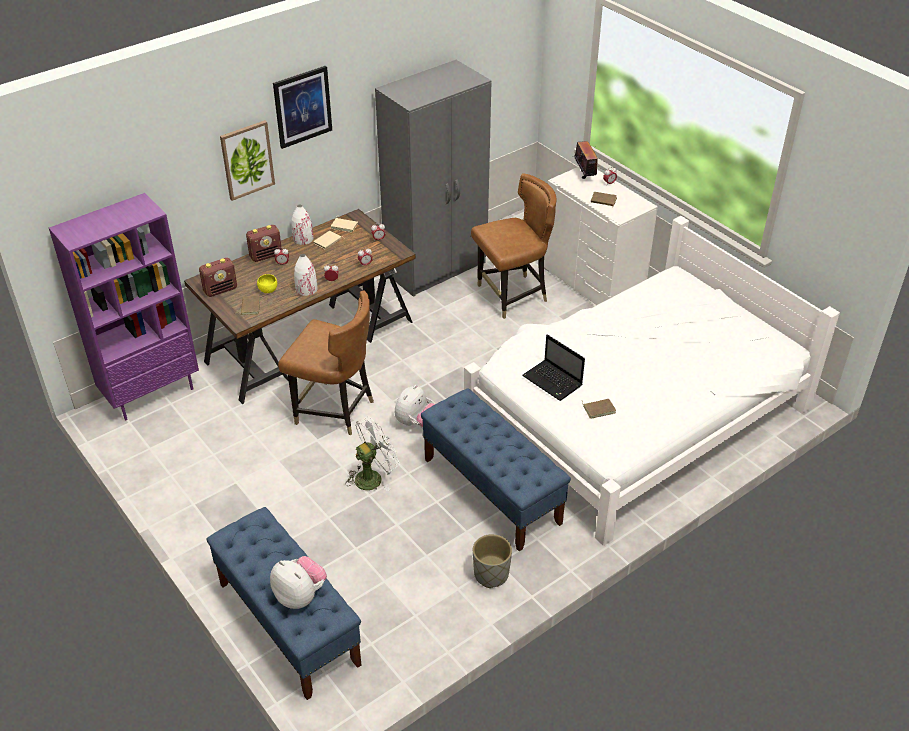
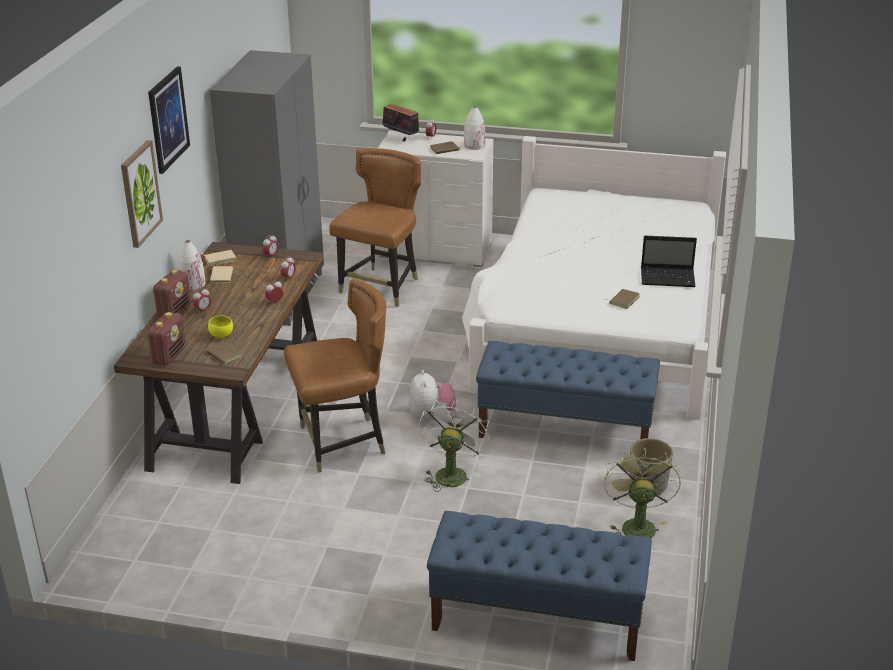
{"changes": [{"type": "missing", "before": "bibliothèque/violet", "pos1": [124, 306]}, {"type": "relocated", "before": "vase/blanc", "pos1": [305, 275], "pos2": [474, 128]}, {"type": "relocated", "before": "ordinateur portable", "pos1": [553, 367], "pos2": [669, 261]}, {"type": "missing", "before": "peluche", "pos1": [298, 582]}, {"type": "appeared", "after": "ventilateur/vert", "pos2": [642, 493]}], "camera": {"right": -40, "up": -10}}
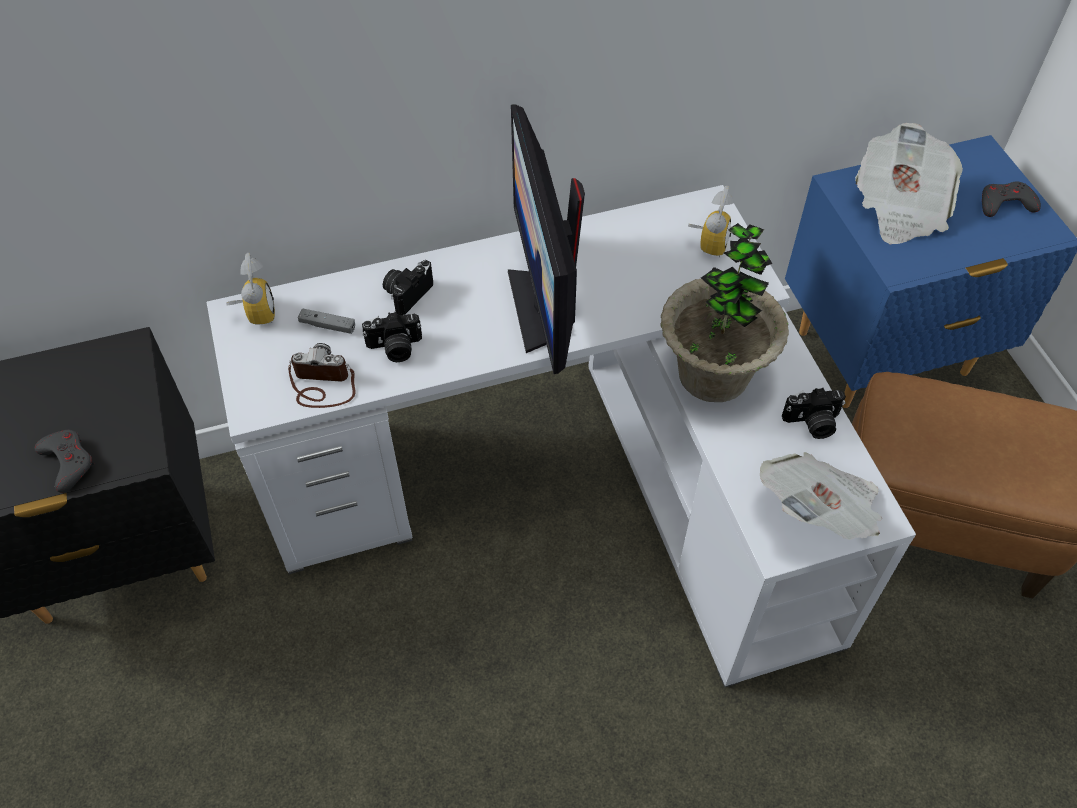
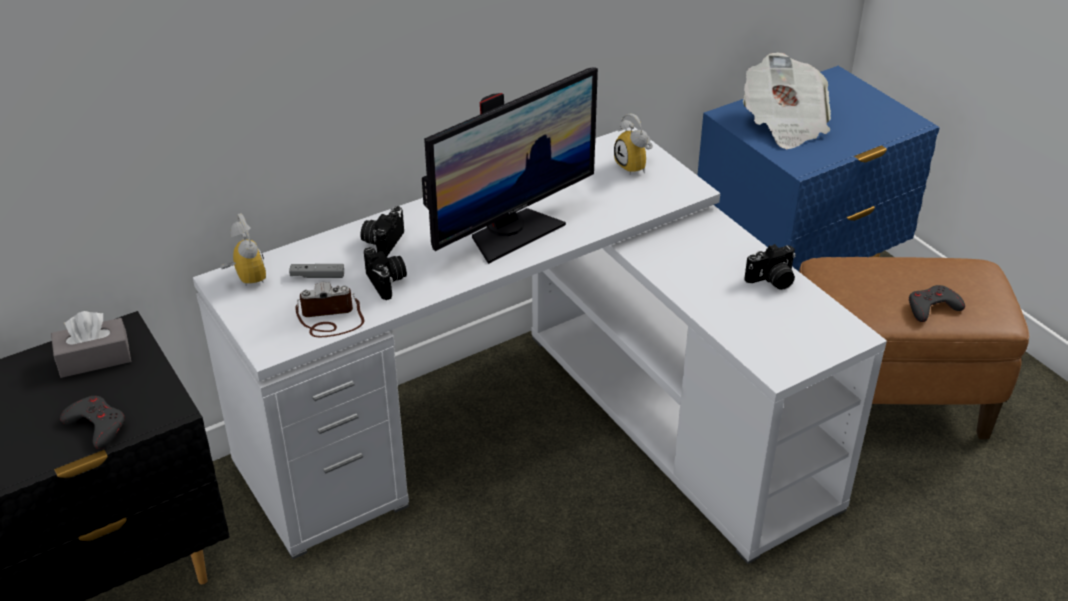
{"changes": [{"type": "spun", "before": "écran d'ordinateur", "pos1": [546, 239], "pos2": [510, 165], "turn": -105}, {"type": "relocated", "before": "manette/gris", "pos1": [1011, 199], "pos2": [937, 303]}, {"type": "spun", "before": "réveil", "pos1": [711, 221], "pos2": [633, 144], "turn": 150}, {"type": "missing", "before": "plante en pot", "pos1": [724, 312]}, {"type": "spun", "before": "appareil photo", "pos1": [392, 337], "pos2": [385, 273], "turn": -90}, {"type": "missing", "before": "journal", "pos1": [821, 496]}, {"type": "appeared", "after": "boîte à mouchoirs/gris", "pos2": [91, 344]}], "camera": {"right": -15, "up": -15}}
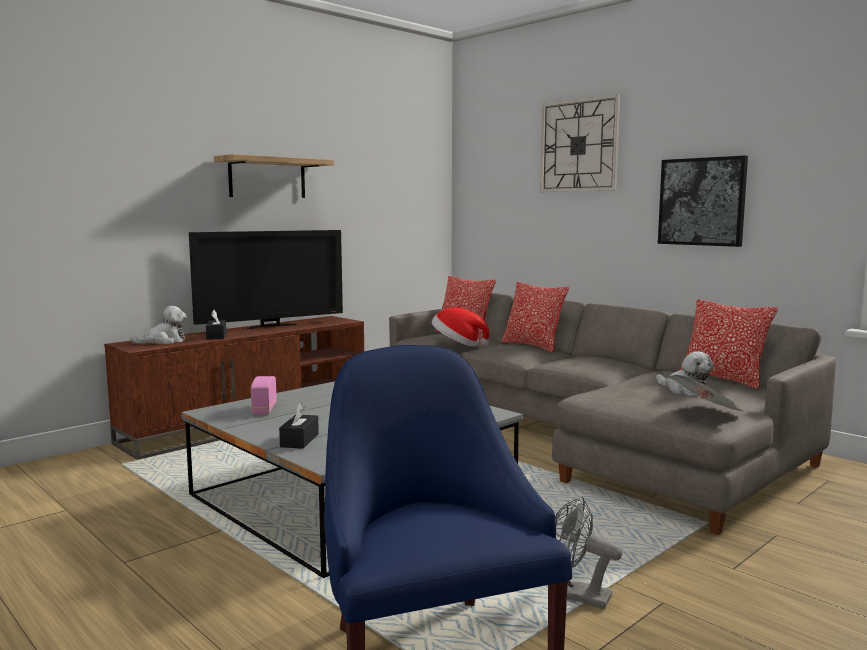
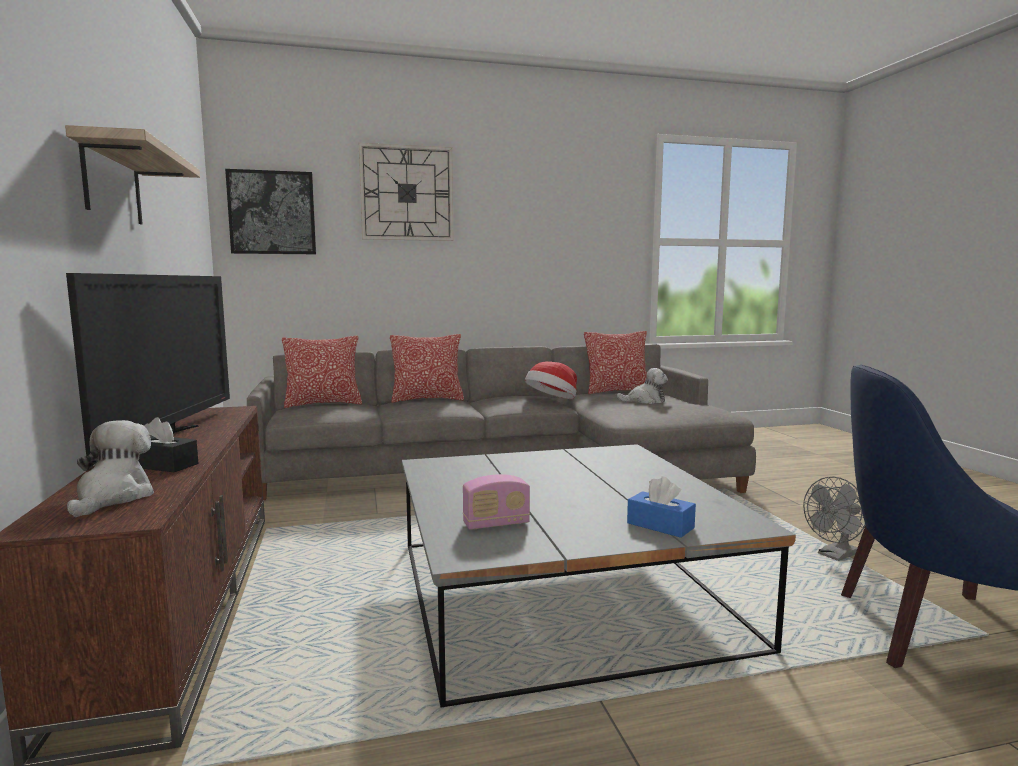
{"changes": [{"type": "relocated", "before": "tableau", "pos1": [703, 201], "pos2": [270, 211]}, {"type": "relocated", "before": "chapeau", "pos1": [460, 327], "pos2": [551, 380]}, {"type": "missing", "before": "journal", "pos1": [705, 393]}, {"type": "spun", "before": "radio", "pos1": [264, 395], "pos2": [496, 502], "turn": -45}, {"type": "colour", "before": "boîte à mouchoirs/noir", "after": "boîte à mouchoirs/bleu", "pos1": [299, 425], "pos2": [661, 507]}], "camera": {"right": -60, "up": 0}}
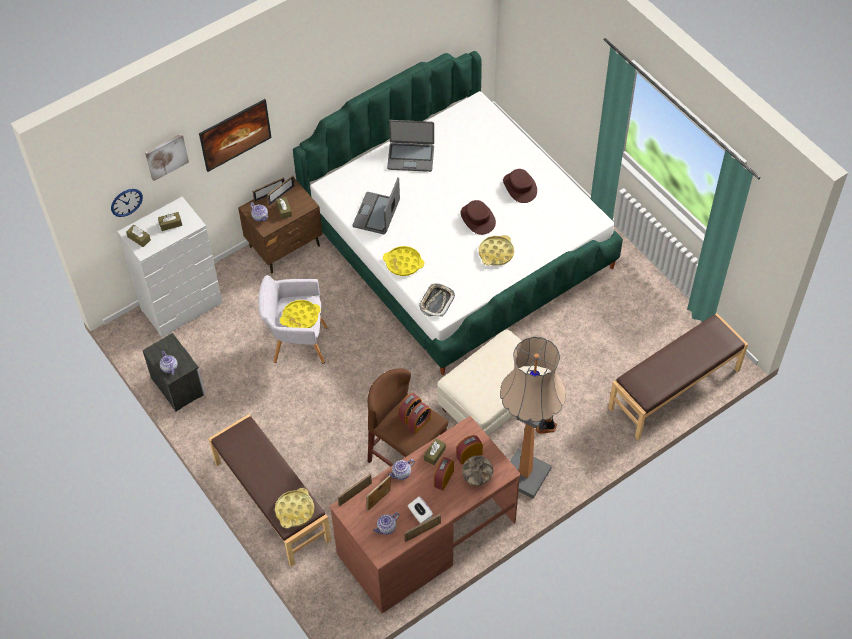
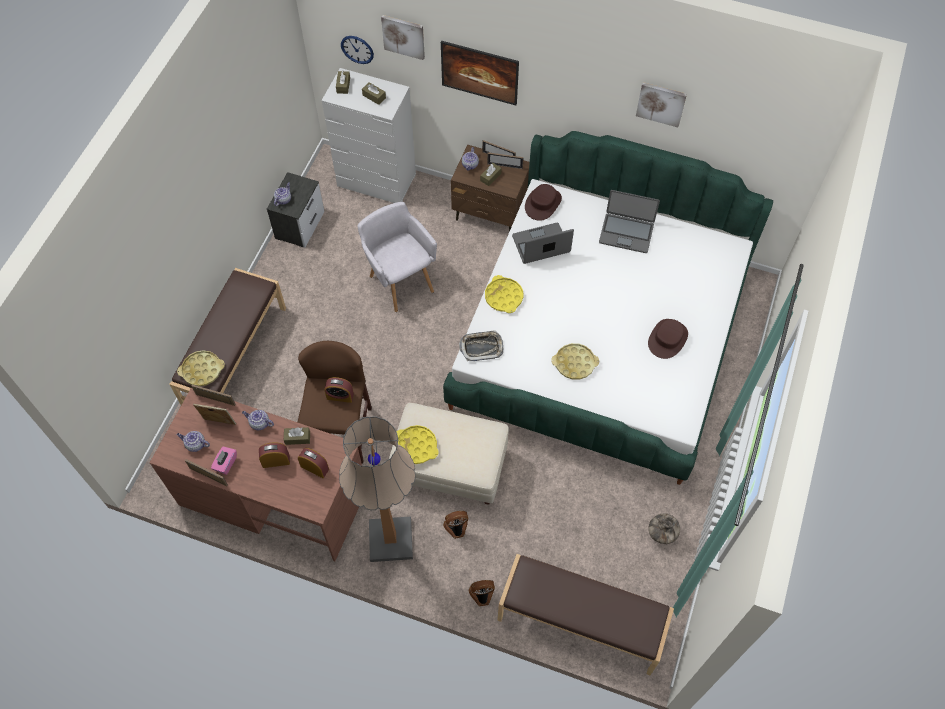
{"changes": [{"type": "spun", "before": "ordinateur portable", "pos1": [410, 146], "pos2": [629, 221], "turn": -45}, {"type": "relocated", "before": "chapeau/marron", "pos1": [478, 217], "pos2": [543, 202]}, {"type": "relocated", "before": "plateau/jaune", "pos1": [300, 314], "pos2": [418, 444]}, {"type": "missing", "before": "réveil", "pos1": [419, 418]}, {"type": "relocated", "before": "vase", "pos1": [477, 470], "pos2": [664, 529]}, {"type": "colour", "before": "boîte à mouchoirs/blanc", "after": "boîte à mouchoirs/rose", "pos1": [420, 510], "pos2": [224, 461]}, {"type": "appeared", "after": "tableau", "pos2": [661, 104]}, {"type": "appeared", "after": "ventilateur", "pos2": [482, 593]}], "camera": {"right": 55, "up": 5}}
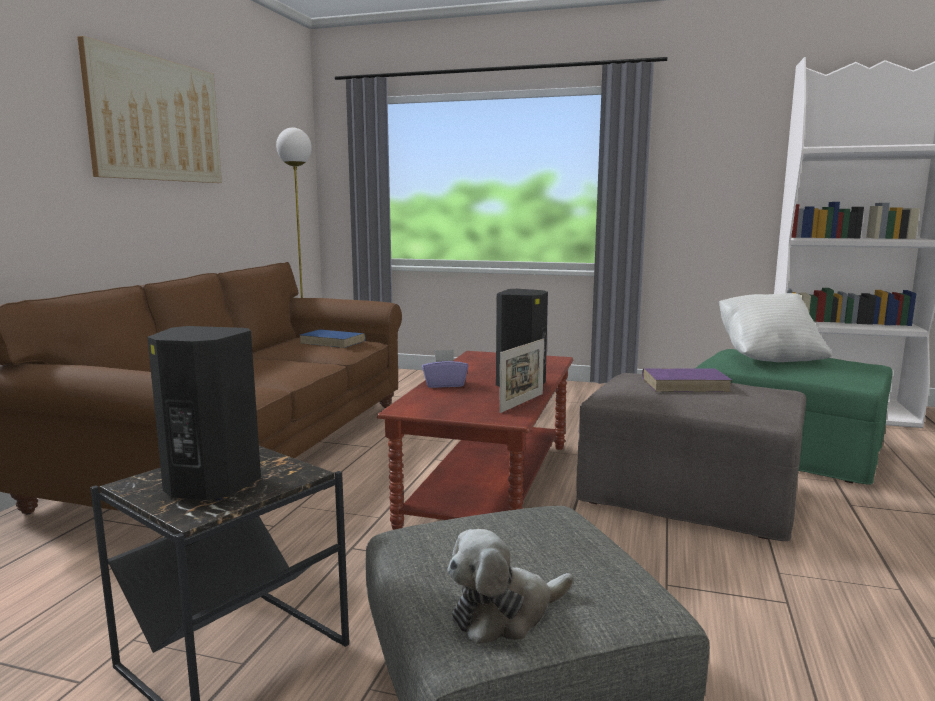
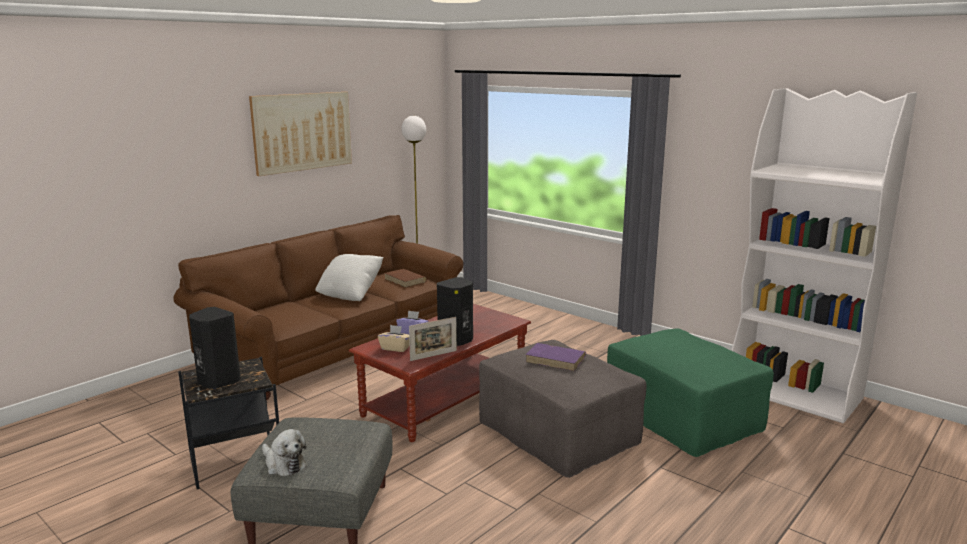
{"changes": [{"type": "relocated", "before": "coussin/blanc", "pos1": [775, 327], "pos2": [349, 277]}, {"type": "colour", "before": "livre/bleu", "after": "livre/marron", "pos1": [333, 338], "pos2": [405, 278]}, {"type": "spun", "before": "peluche", "pos1": [510, 586], "pos2": [284, 452], "turn": -135}, {"type": "appeared", "after": "boîte à mouchoirs/beige", "pos2": [394, 338]}], "camera": {"right": 25, "up": 5}}
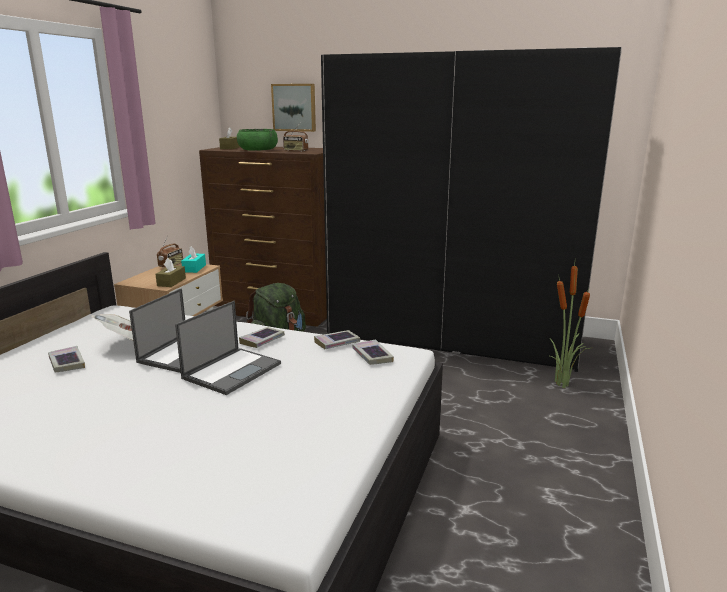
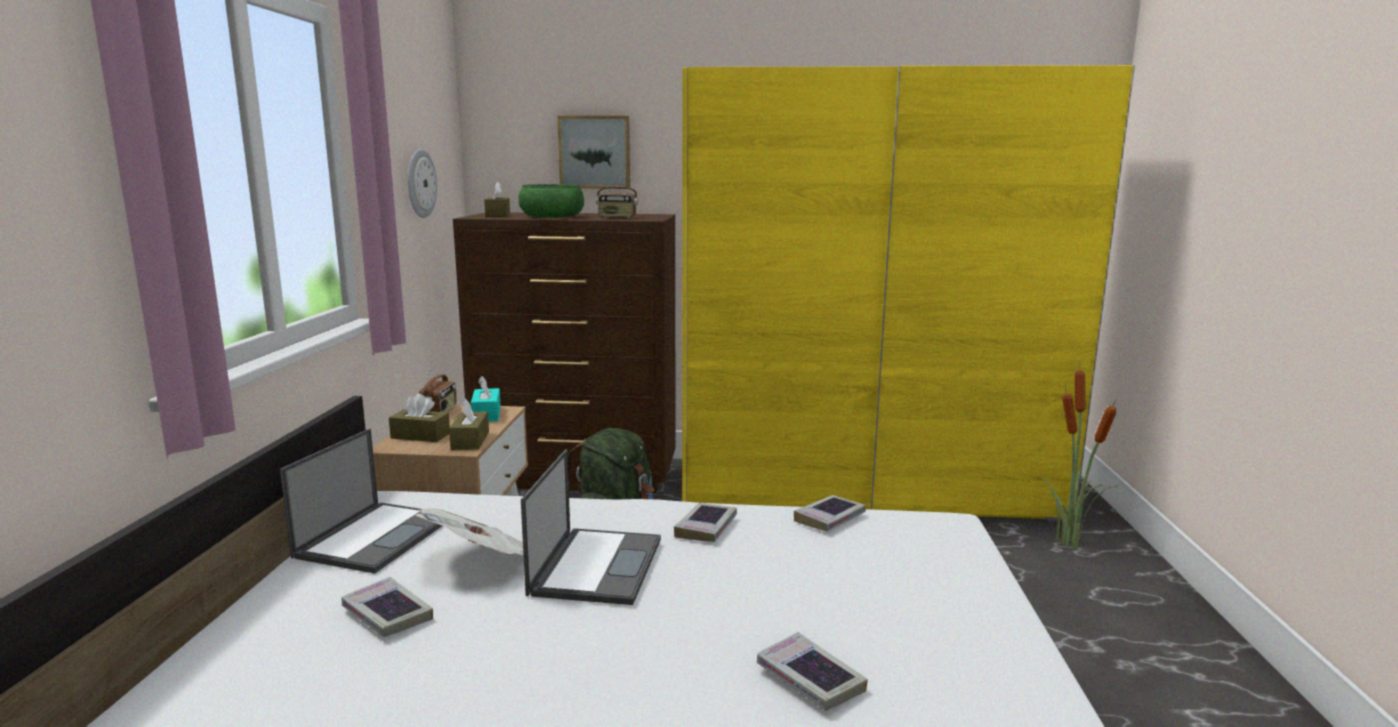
{"changes": [{"type": "colour", "before": "armoire/noir", "after": "armoire/jaune", "pos1": [471, 209], "pos2": [908, 293]}, {"type": "relocated", "before": "ordinateur portable", "pos1": [228, 348], "pos2": [361, 501]}, {"type": "relocated", "before": "livre", "pos1": [373, 352], "pos2": [812, 671]}, {"type": "appeared", "after": "horloge murale", "pos2": [422, 183]}, {"type": "appeared", "after": "boîte à mouchoirs/marron", "pos2": [419, 418]}], "camera": {"right": -15, "up": -5}}
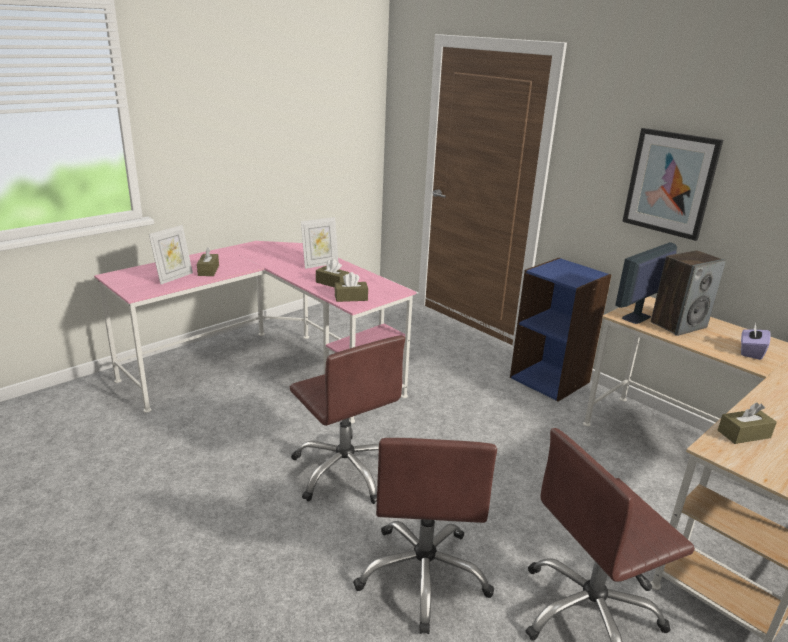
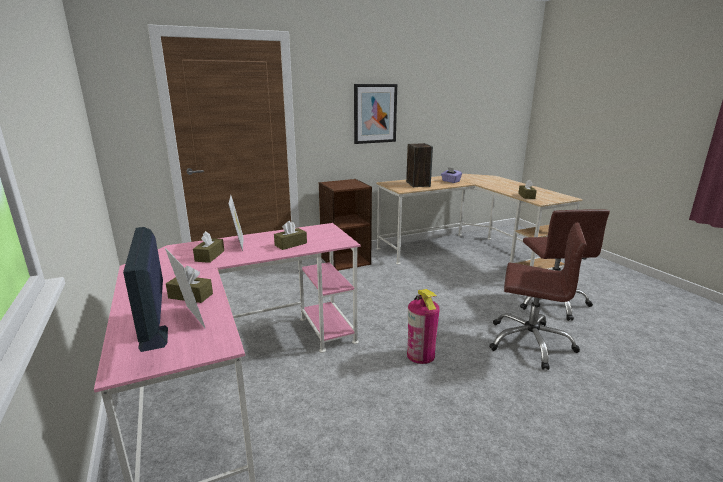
{"changes": [{"type": "relocated", "before": "écran d'ordinateur", "pos1": [646, 283], "pos2": [145, 289]}, {"type": "colour", "before": "bibliothèque/bleu", "after": "bibliothèque/marron", "pos1": [560, 330], "pos2": [345, 225]}, {"type": "relocated", "before": "boîte à mouchoirs/marron", "pos1": [351, 287], "pos2": [208, 247]}, {"type": "exchanged", "before": "chaise de bureau/marron", "after": "extincteur", "pos1": [347, 419], "pos2": [423, 326]}], "camera": {"right": -70, "up": -5}}
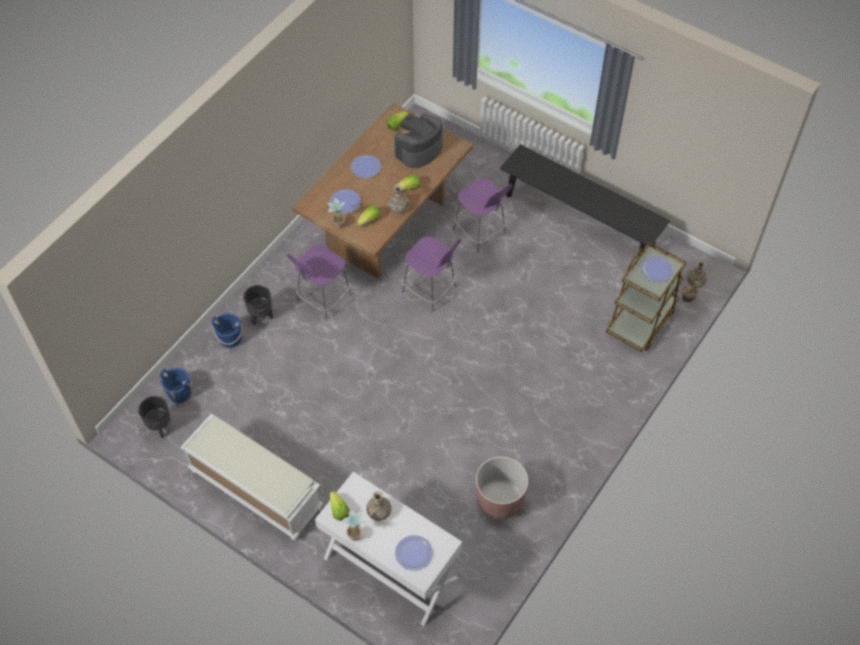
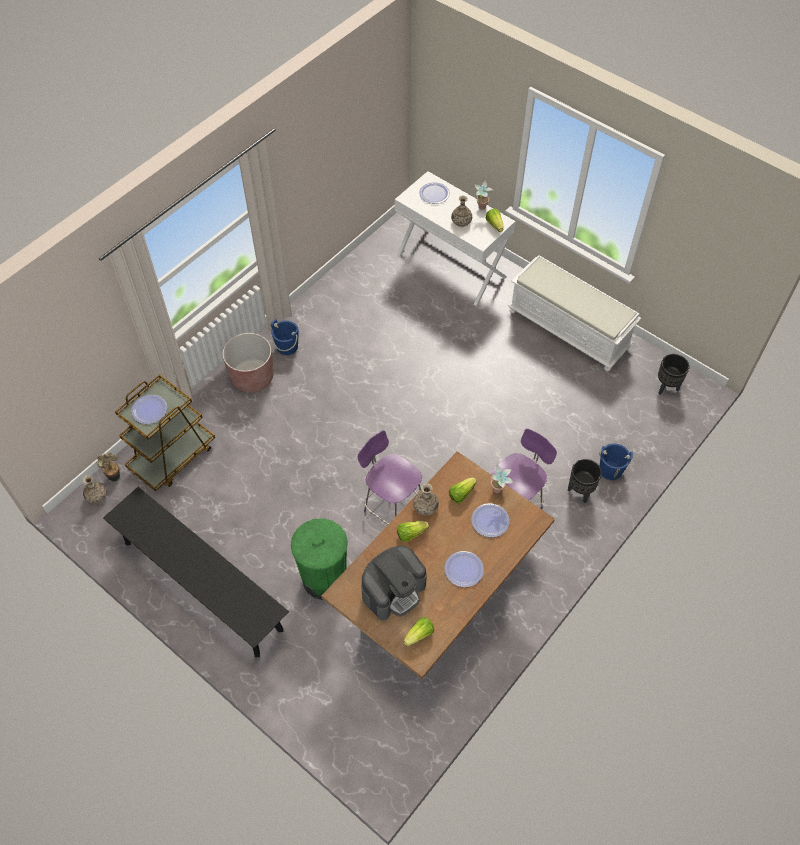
{"changes": [{"type": "exchanged", "before": "chaise/violet", "after": "poubelle/vert", "pos1": [483, 215], "pos2": [319, 559]}, {"type": "relocated", "before": "seau/bleu", "pos1": [176, 385], "pos2": [285, 337]}, {"type": "relocated", "before": "cache-pot/marron", "pos1": [502, 488], "pos2": [248, 363]}], "camera": {"right": -175, "up": 0}}
